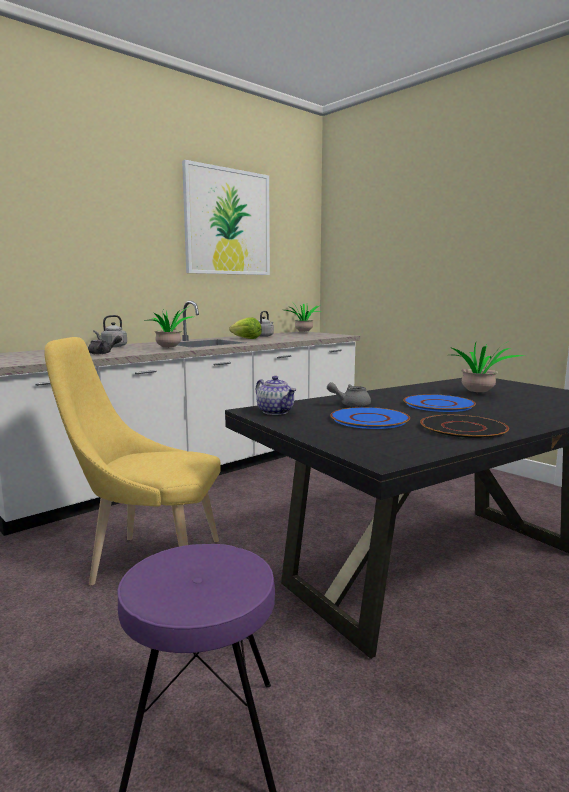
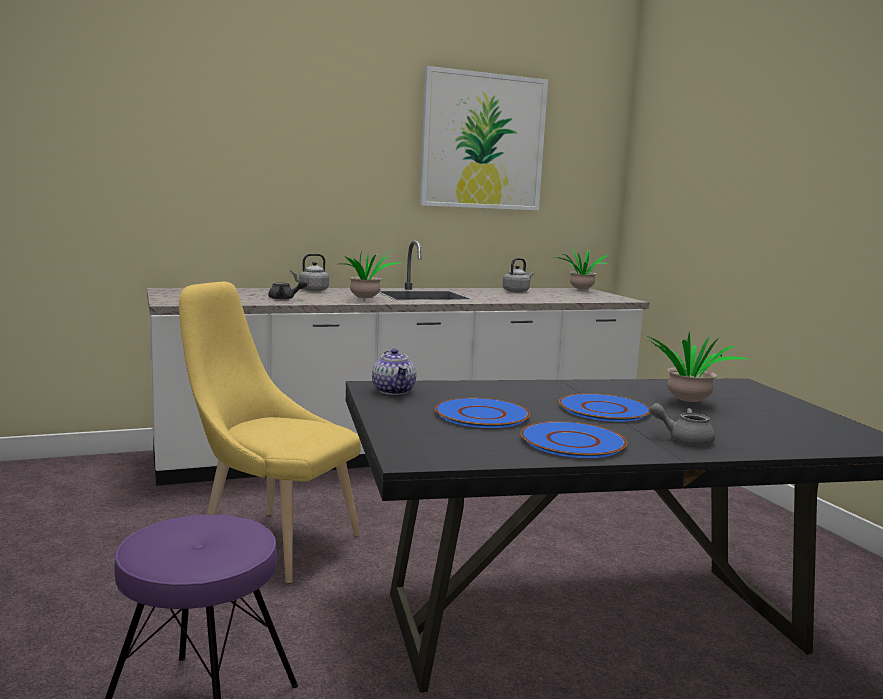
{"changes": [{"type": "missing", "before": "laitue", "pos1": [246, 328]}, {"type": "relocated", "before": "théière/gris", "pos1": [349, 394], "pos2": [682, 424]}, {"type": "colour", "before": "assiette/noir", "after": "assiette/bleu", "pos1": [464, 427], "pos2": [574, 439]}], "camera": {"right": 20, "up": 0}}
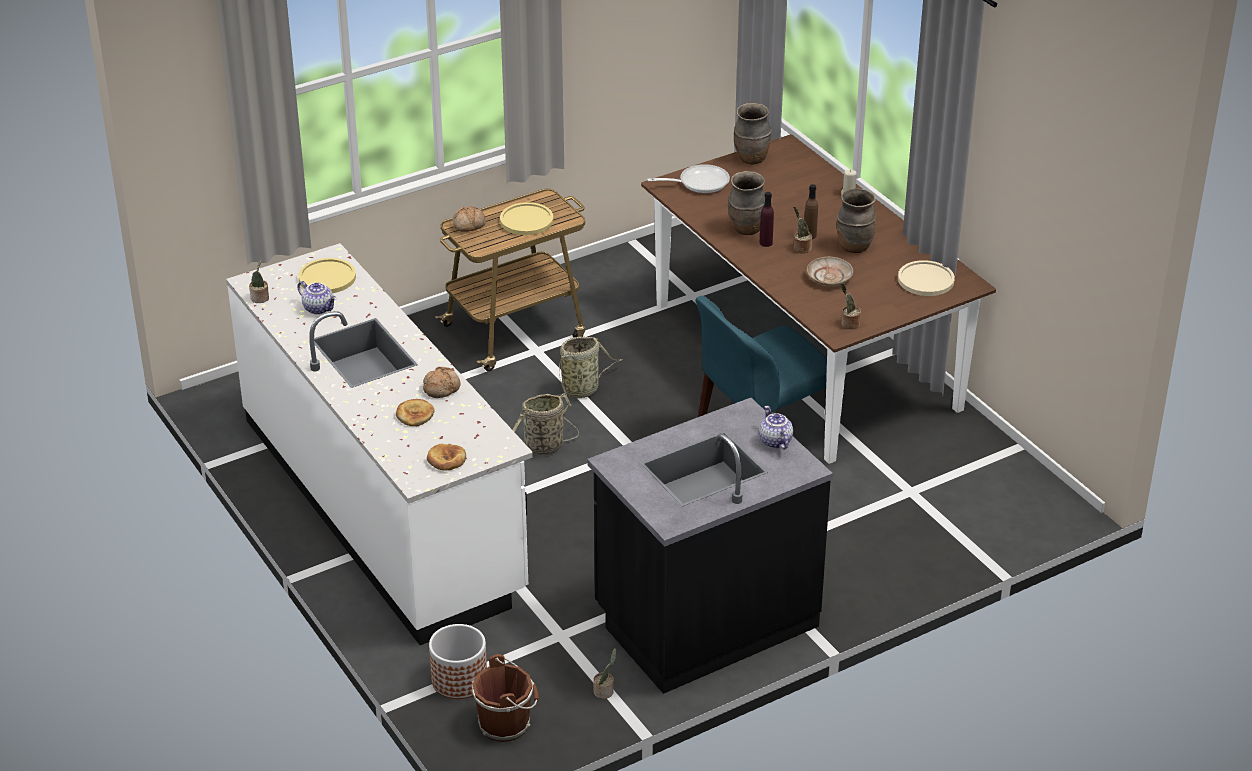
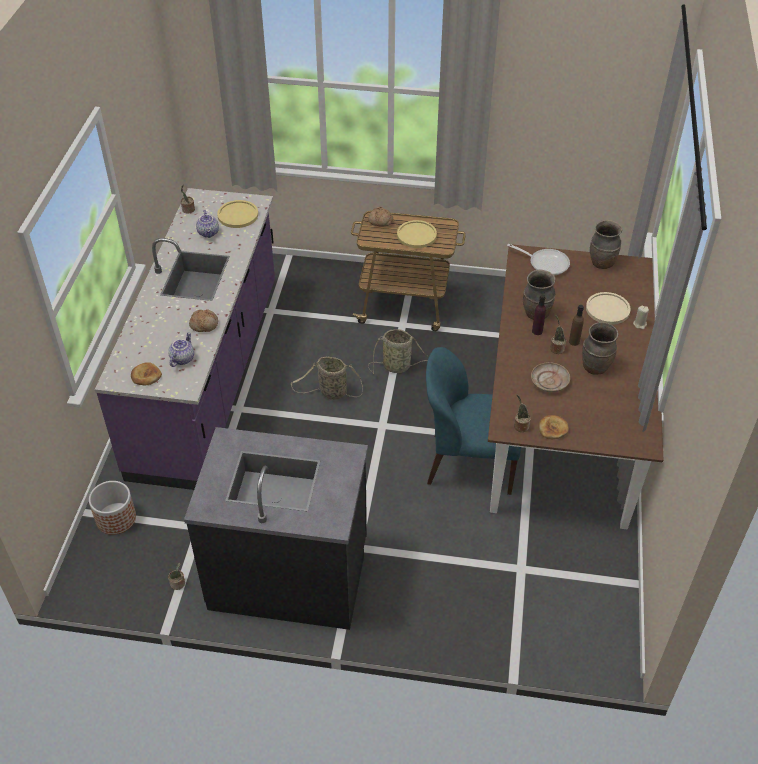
{"changes": [{"type": "colour", "before": "comptoir de cuisine/blanc", "after": "comptoir de cuisine/violet", "pos1": [379, 444], "pos2": [185, 339]}, {"type": "relocated", "before": "assiette/beige", "pos1": [926, 278], "pos2": [608, 308]}, {"type": "relocated", "before": "pain", "pos1": [415, 412], "pos2": [553, 427]}, {"type": "relocated", "before": "théière", "pos1": [776, 427], "pos2": [181, 349]}, {"type": "missing", "before": "seau/marron", "pos1": [505, 698]}], "camera": {"right": 40, "up": 10}}
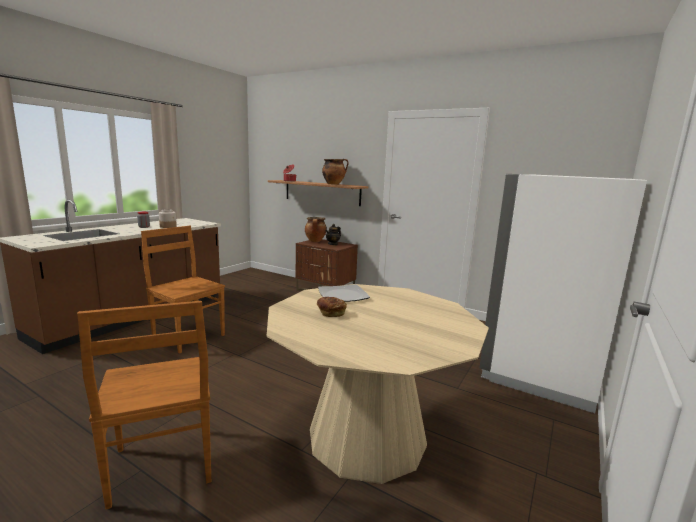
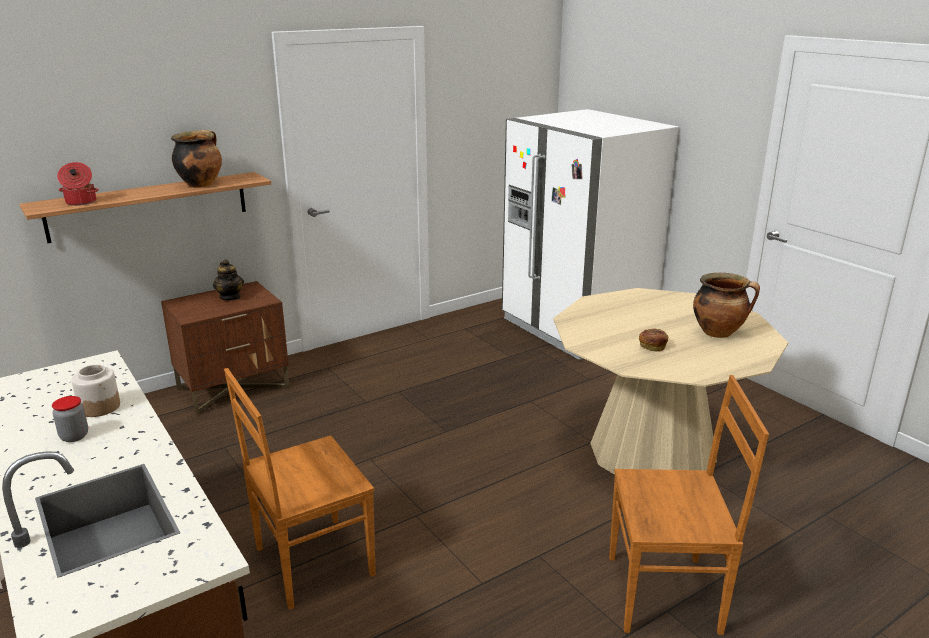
{"changes": [{"type": "relocated", "before": "marmite", "pos1": [316, 229], "pos2": [726, 305]}, {"type": "missing", "before": "assiette", "pos1": [344, 293]}], "camera": {"right": -65, "up": 10}}
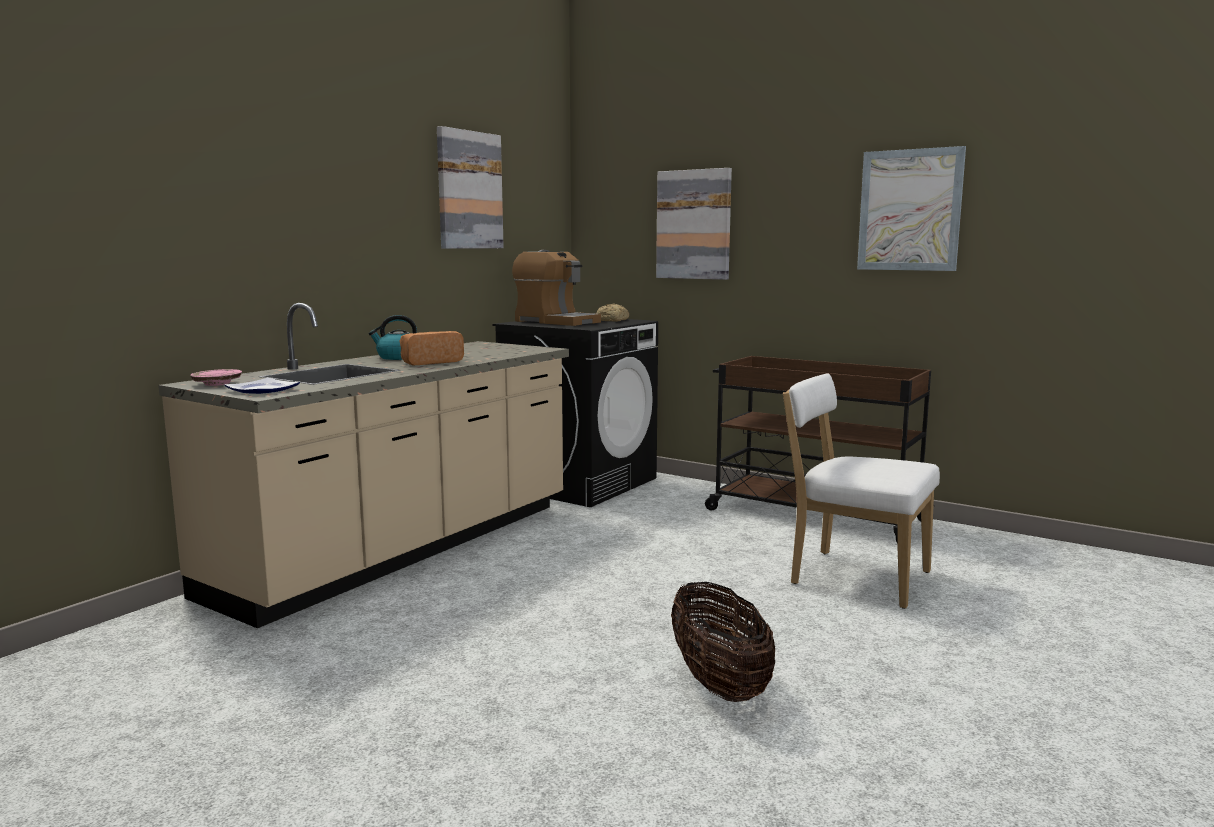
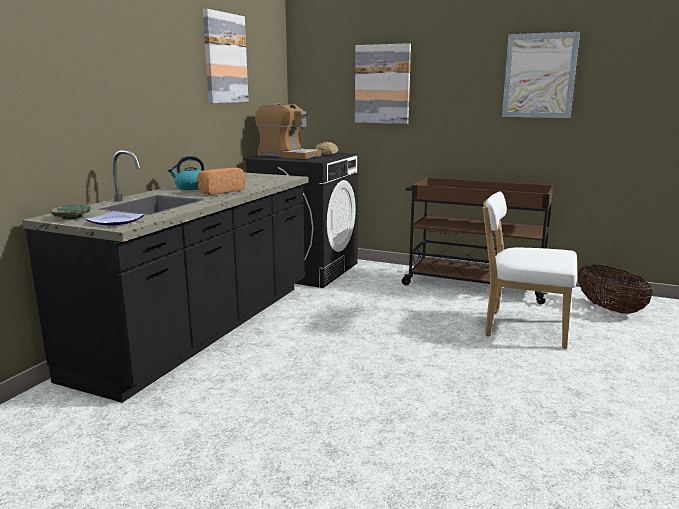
{"changes": [{"type": "colour", "before": "comptoir de cuisine/beige", "after": "comptoir de cuisine/noir", "pos1": [363, 465], "pos2": [165, 276]}, {"type": "colour", "before": "assiette/rose", "after": "assiette/vert", "pos1": [216, 377], "pos2": [70, 212]}, {"type": "relocated", "before": "panier", "pos1": [723, 642], "pos2": [615, 289]}], "camera": {"right": -10, "up": 5}}
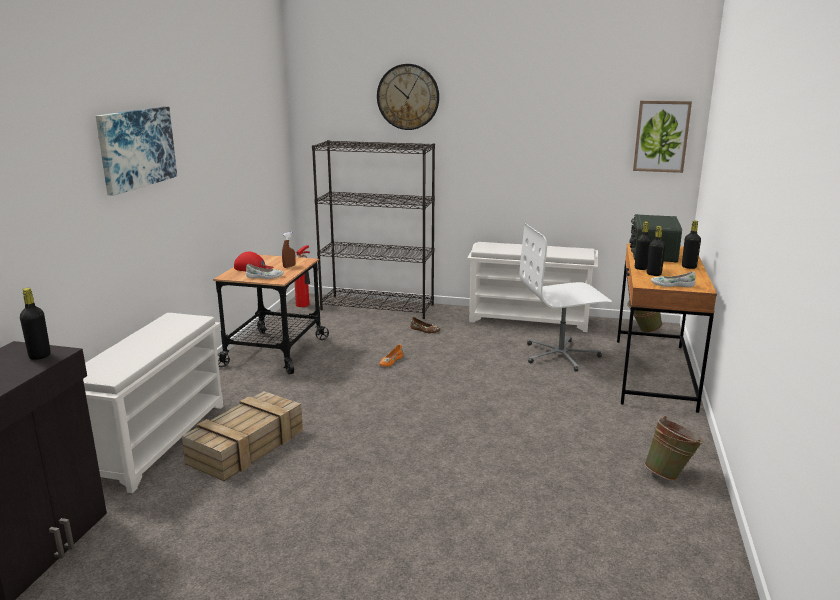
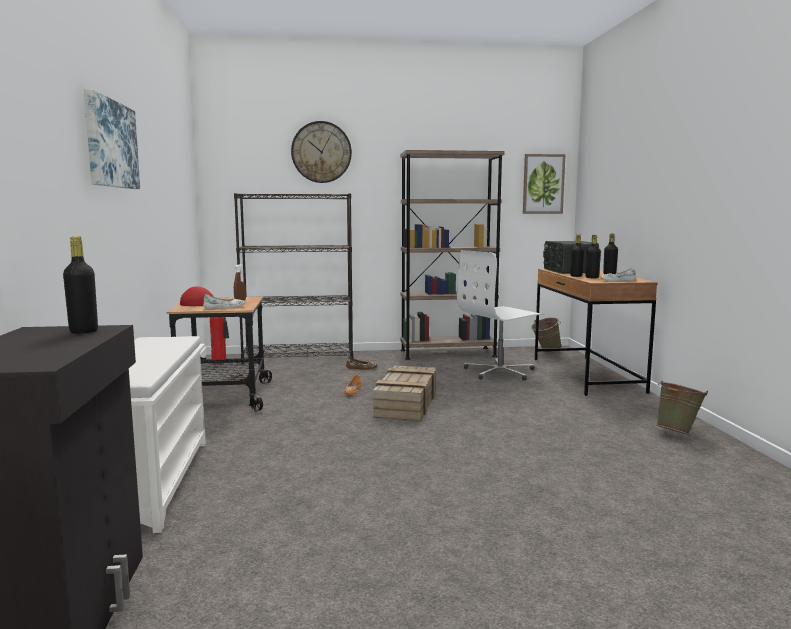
{"changes": [{"type": "exchanged", "before": "étagère à chaussures/blanc", "after": "bibliothèque/marron", "pos1": [532, 287], "pos2": [452, 255]}, {"type": "relocated", "before": "caisse", "pos1": [242, 436], "pos2": [404, 393]}], "camera": {"right": -20, "up": -10}}
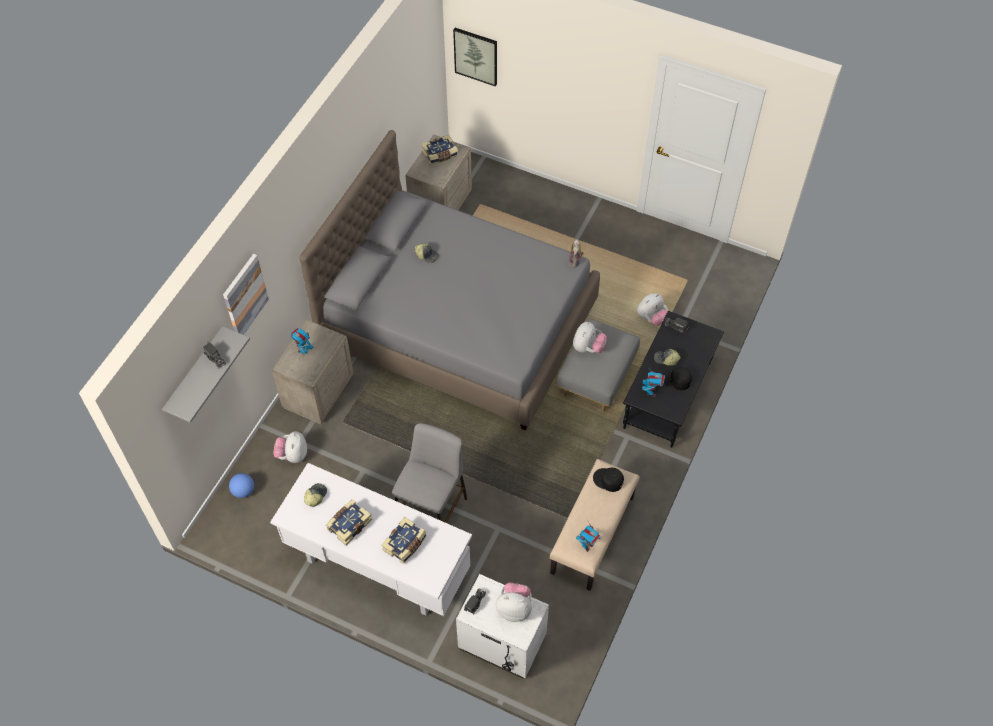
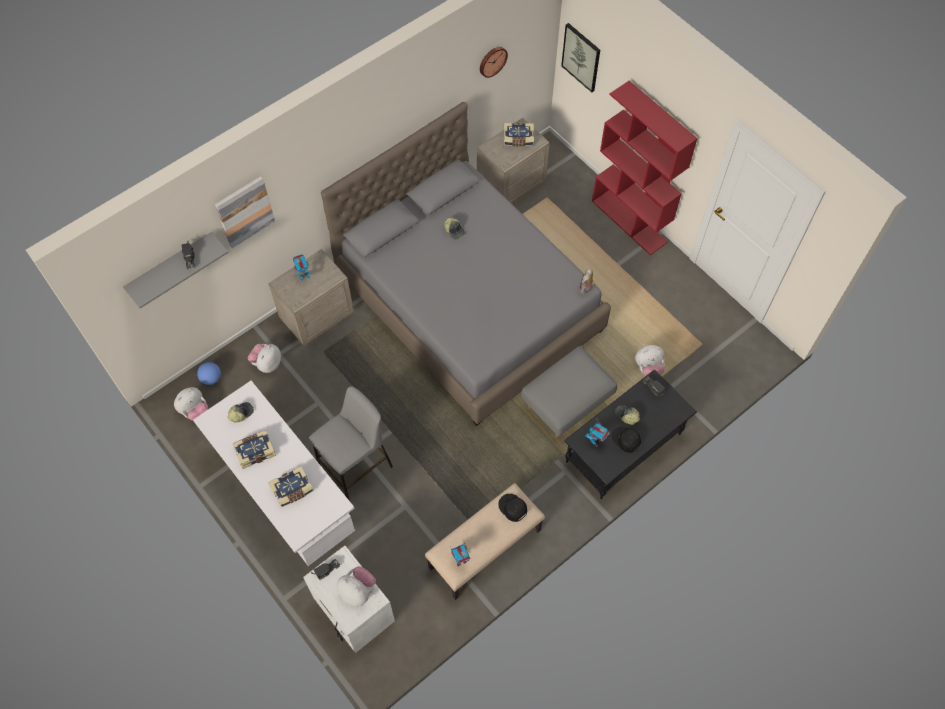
{"changes": [{"type": "relocated", "before": "peluche", "pos1": [590, 337], "pos2": [191, 403]}, {"type": "appeared", "after": "horloge murale", "pos2": [494, 62]}, {"type": "appeared", "after": "bibliothèque/rouge", "pos2": [645, 168]}], "camera": {"right": 25, "up": 5}}
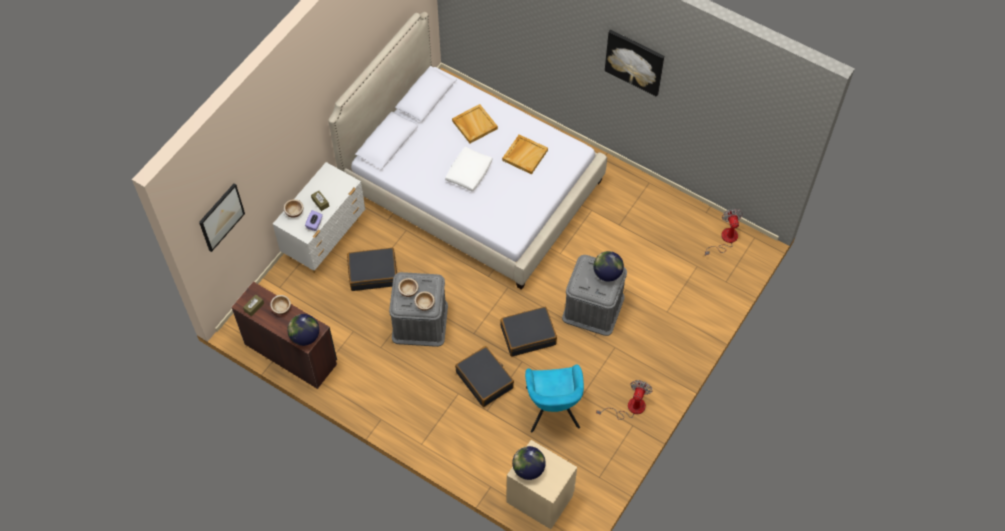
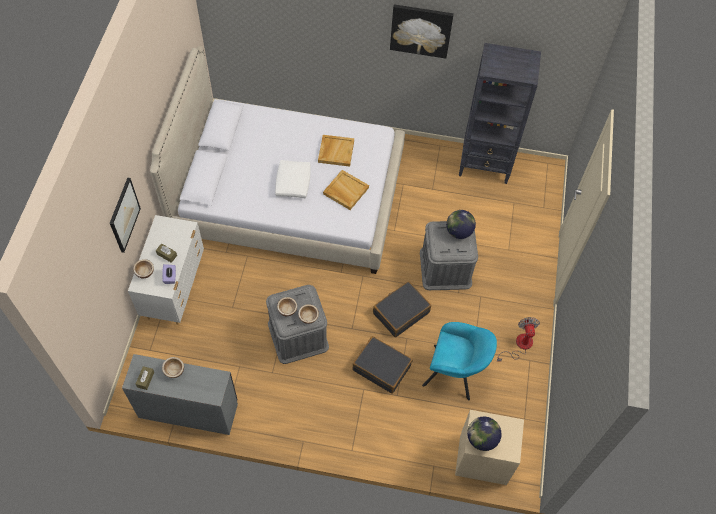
{"changes": [{"type": "relocated", "before": "plateau/beige", "pos1": [475, 123], "pos2": [346, 190]}, {"type": "relocated", "before": "tableau", "pos1": [222, 217], "pos2": [125, 215]}, {"type": "missing", "before": "ventilateur", "pos1": [724, 232]}, {"type": "missing", "before": "valise/noir", "pos1": [372, 269]}, {"type": "colour", "before": "bureau/marron", "after": "bureau/gris", "pos1": [284, 335], "pos2": [180, 394]}, {"type": "missing", "before": "globe", "pos1": [303, 330]}, {"type": "spun", "before": "fauteuil/turquoise", "pos1": [554, 398], "pos2": [459, 361], "turn": -45}, {"type": "appeared", "after": "bibliothèque/noir", "pos2": [500, 113]}], "camera": {"right": -25, "up": 0}}
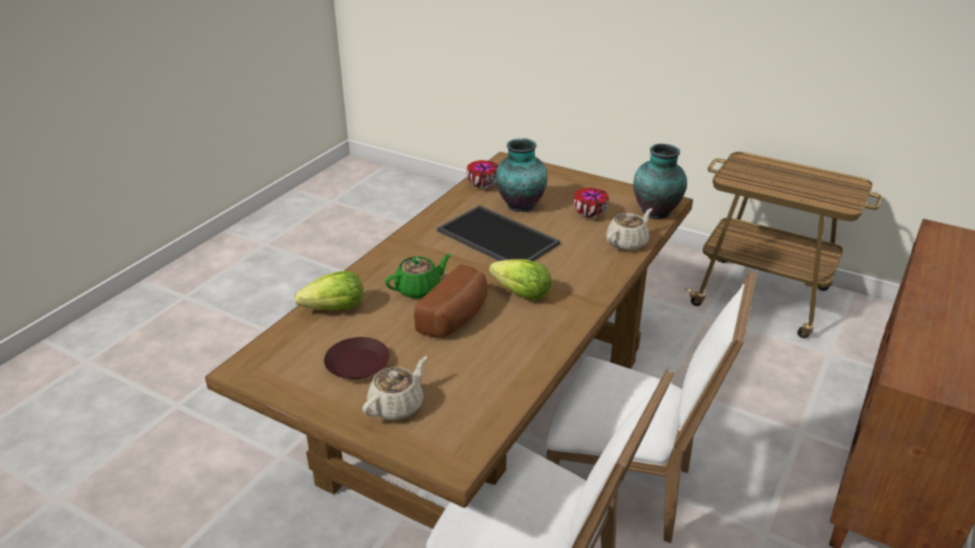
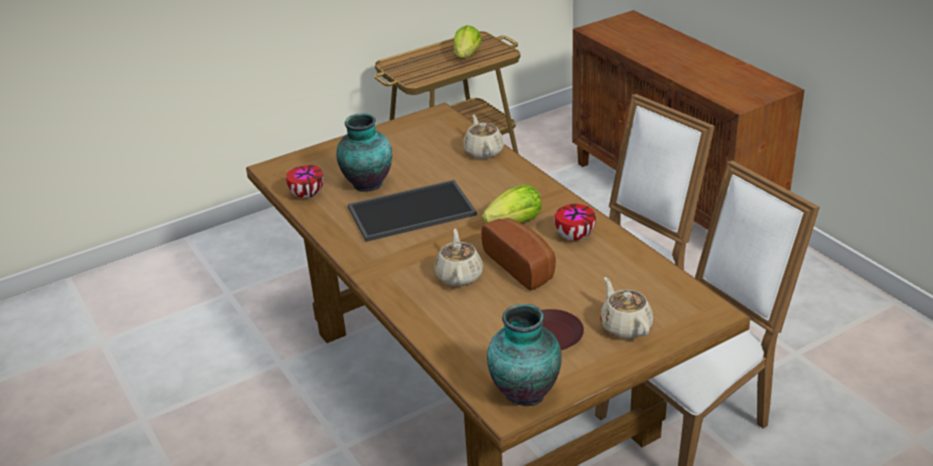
{"changes": [{"type": "relocated", "before": "vase", "pos1": [660, 181], "pos2": [524, 355]}, {"type": "relocated", "before": "bol", "pos1": [591, 203], "pos2": [575, 222]}, {"type": "colour", "before": "théière/vert", "after": "théière/beige", "pos1": [418, 276], "pos2": [458, 257]}, {"type": "relocated", "before": "laitue", "pos1": [329, 291], "pos2": [468, 41]}], "camera": {"right": -60, "up": 0}}
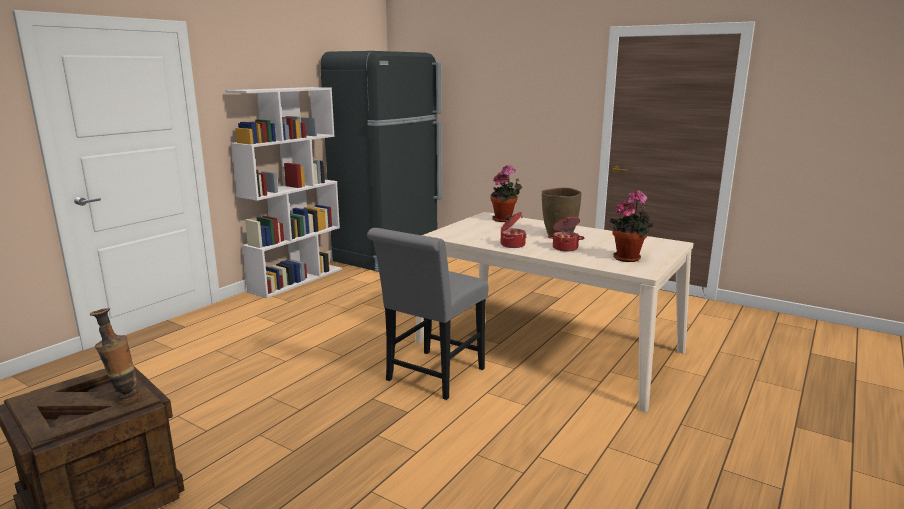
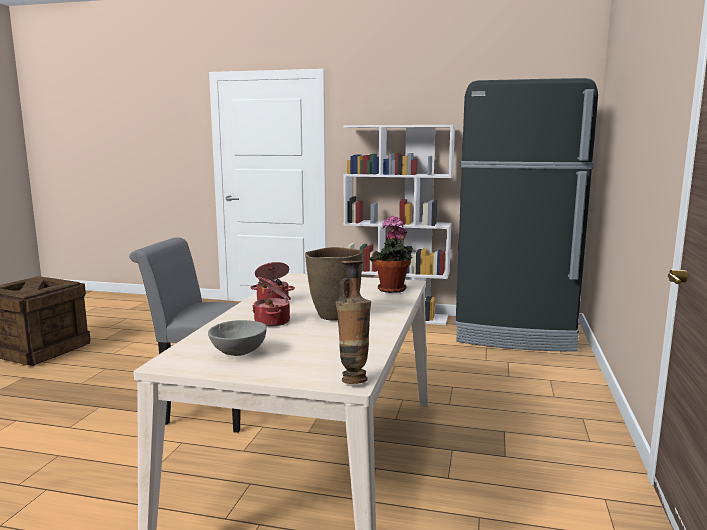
{"changes": [{"type": "exchanged", "before": "plante en pot", "after": "bol/gris", "pos1": [631, 226], "pos2": [237, 338]}, {"type": "relocated", "before": "vase", "pos1": [115, 356], "pos2": [353, 322]}], "camera": {"right": 70, "up": -5}}
